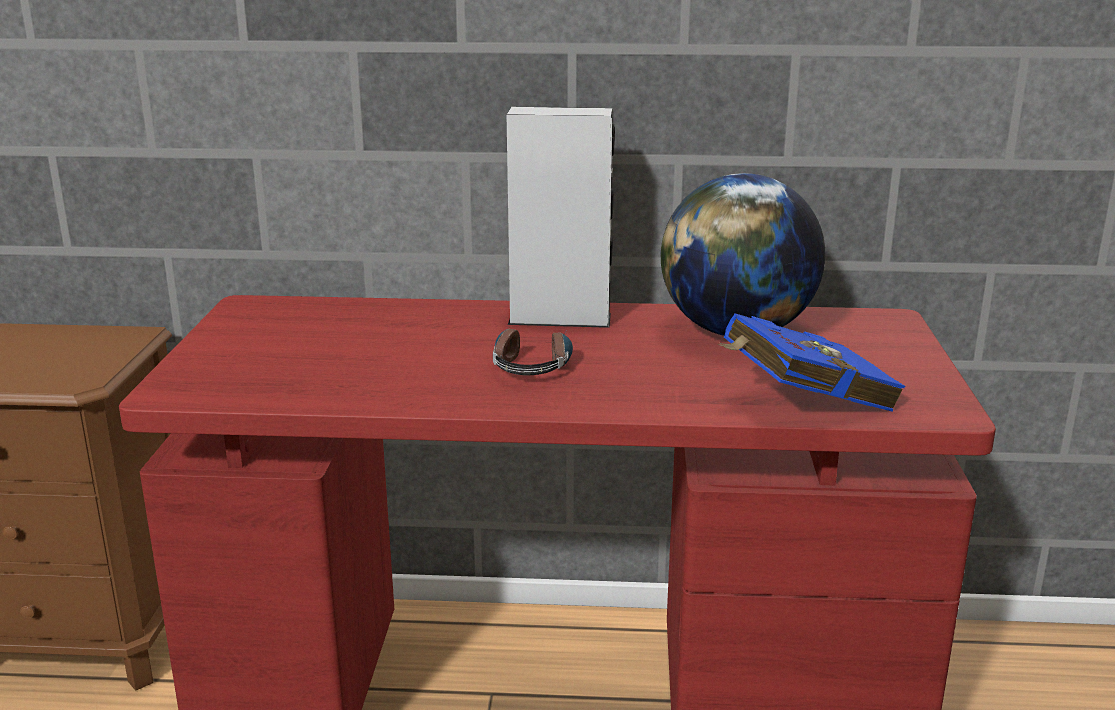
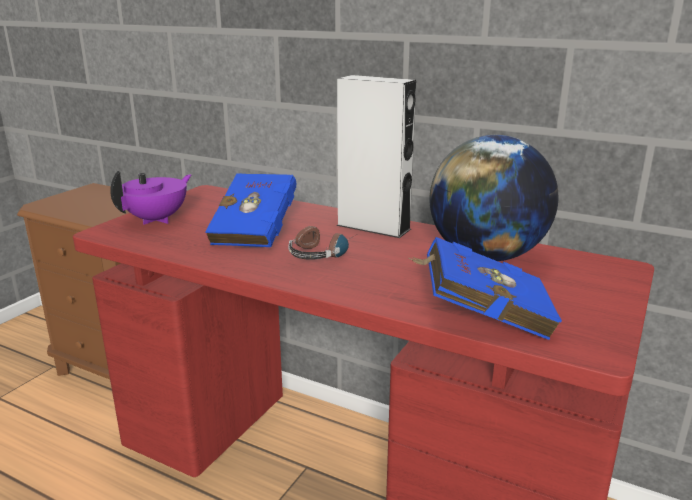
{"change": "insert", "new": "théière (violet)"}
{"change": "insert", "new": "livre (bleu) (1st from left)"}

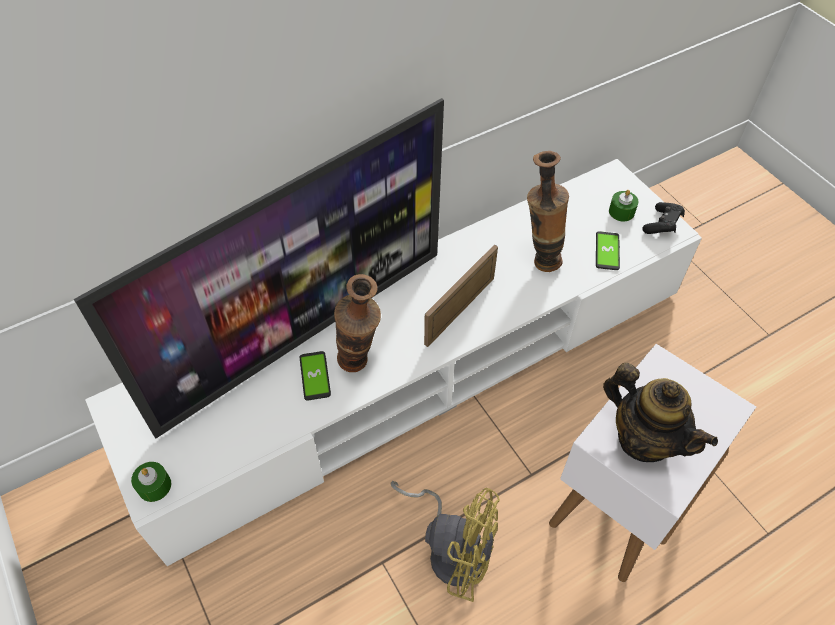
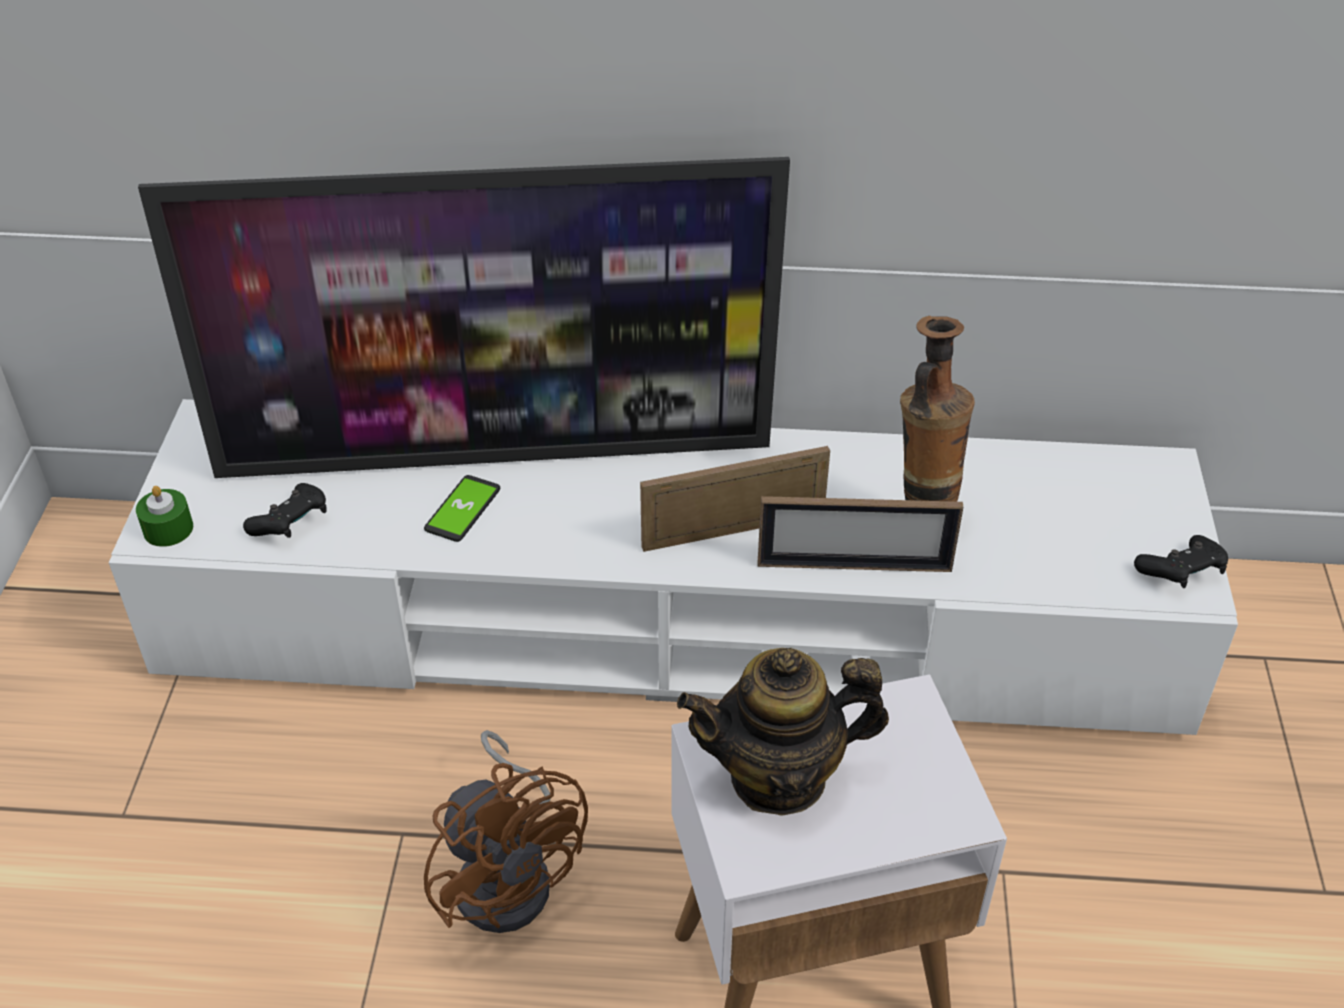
{"change": "delete", "old": "vase (1st from left)"}
{"change": "delete", "old": "téléphone (2nd from left)"}
{"change": "delete", "old": "bougie (vert) (2nd from left)"}
{"change": "insert", "new": "manette (noir) (1st from left)"}
{"change": "insert", "new": "cadre photo (2nd from left)"}
{"change": "recolor", "old": "ventilateur (jaune)", "new": "ventilateur (marron)"}
{"change": "rotate", "old": "théière", "degrees": 90}

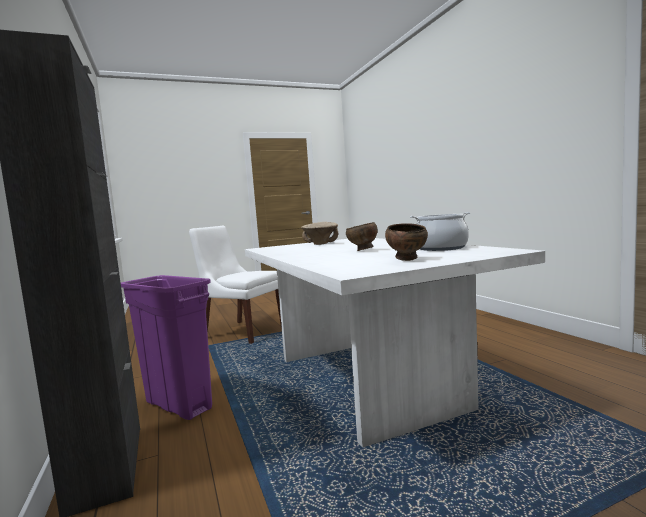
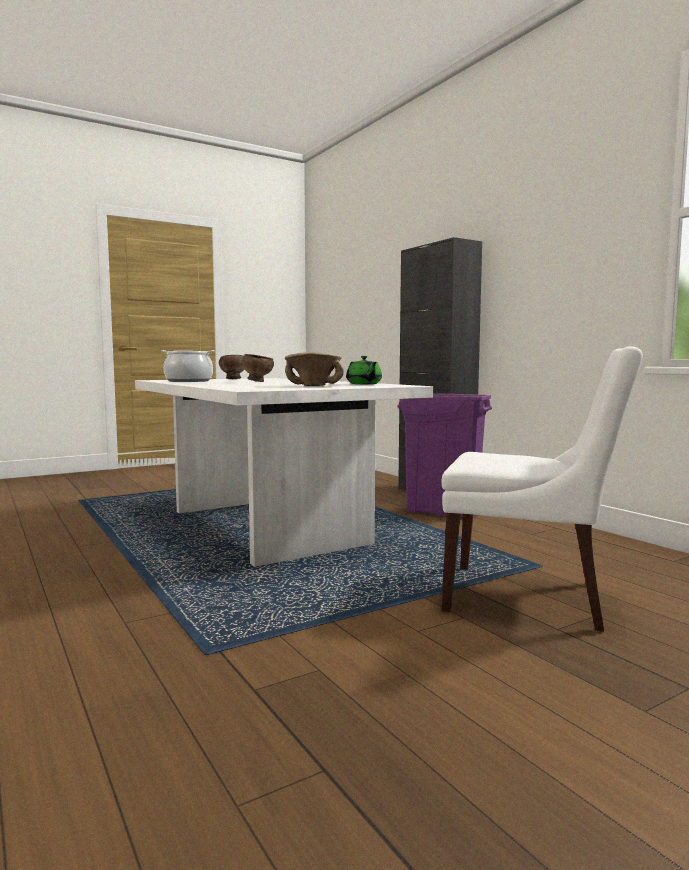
{"change": "insert", "new": "théière (vert)"}

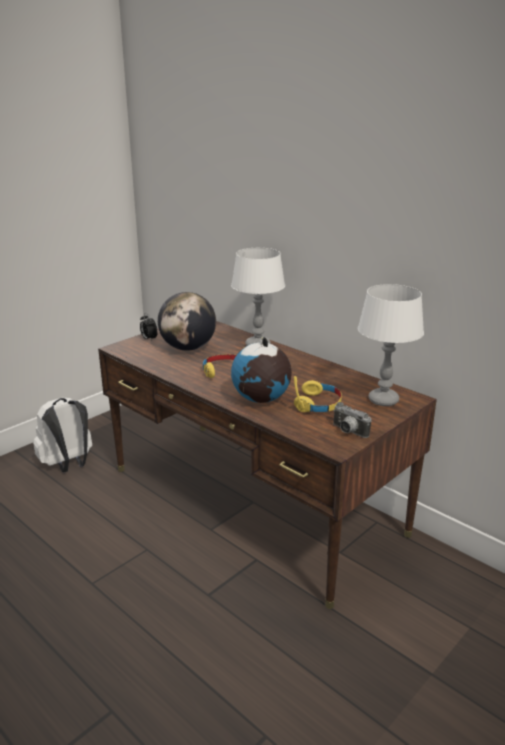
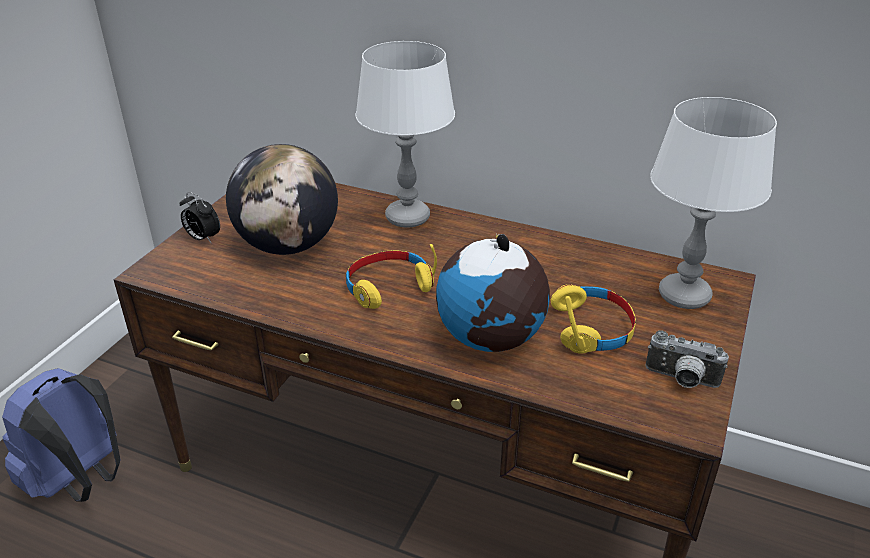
{"change": "recolor", "old": "sac à dos (blanc)", "new": "sac à dos (bleu)"}

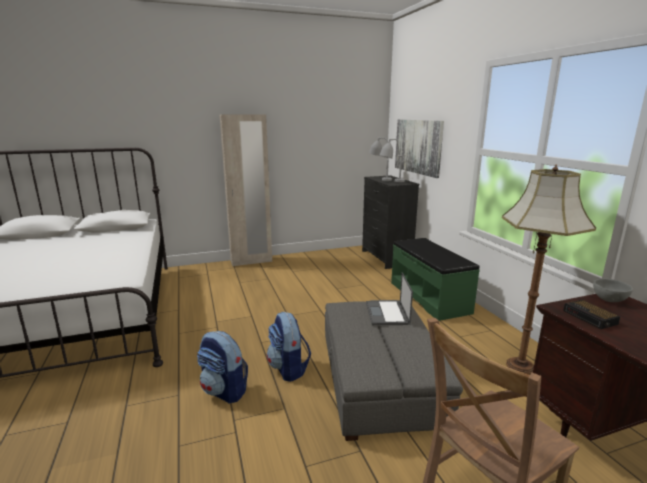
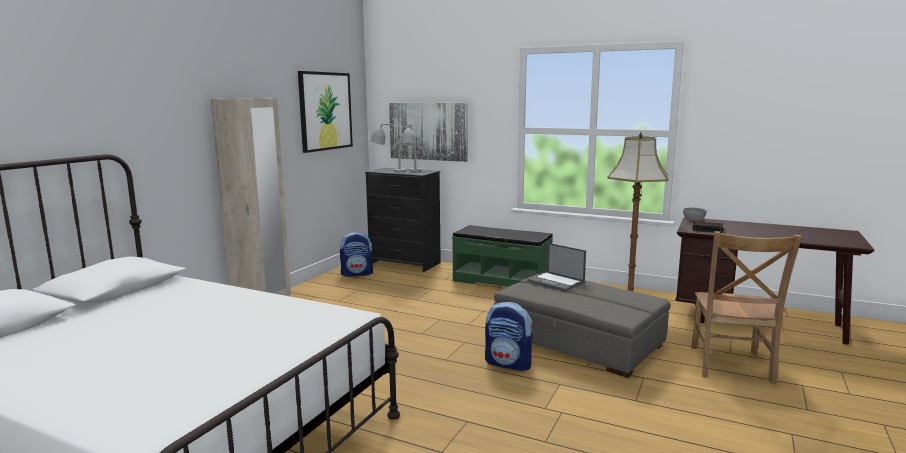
{"change": "insert", "new": "tableau (1st from left)"}
{"change": "move", "old": "sac à dos (1st from left)"}

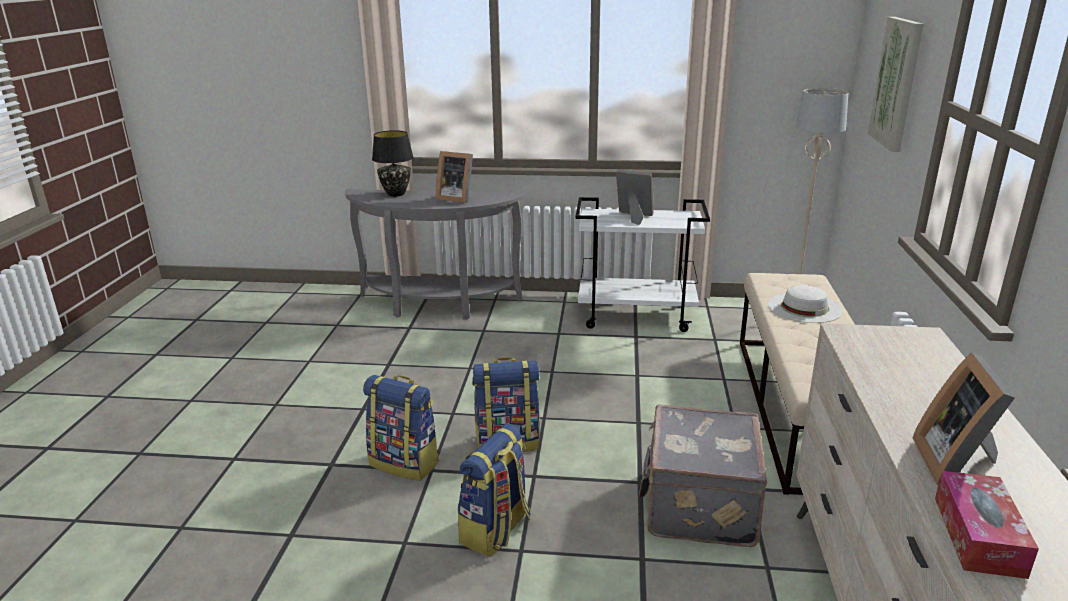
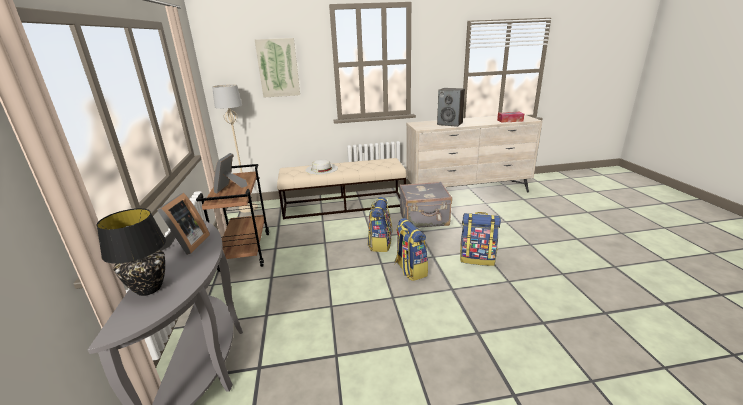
{"change": "delete", "old": "cadre photo (3rd from left)"}
{"change": "insert", "new": "enceinte"}
{"change": "move", "old": "sac à dos (1st from left)"}
{"change": "recolor", "old": "chariot (blanc)", "new": "chariot (marron)"}

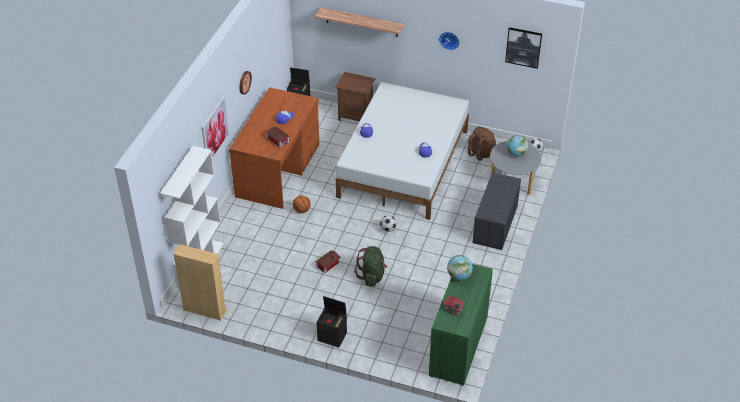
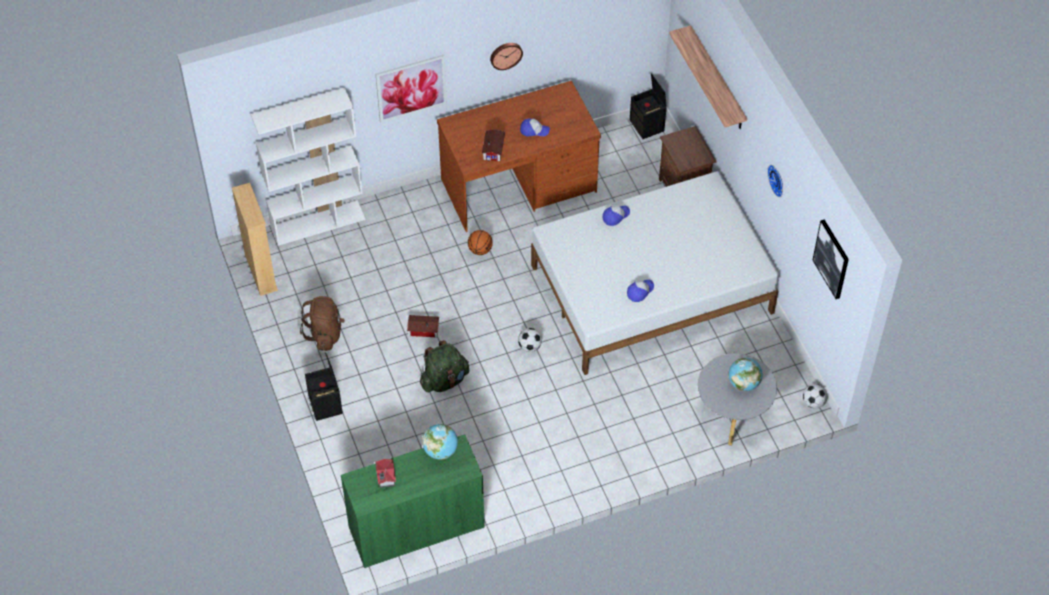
{"change": "delete", "old": "banc (gris)"}
{"change": "move", "old": "sac à dos (marron)"}

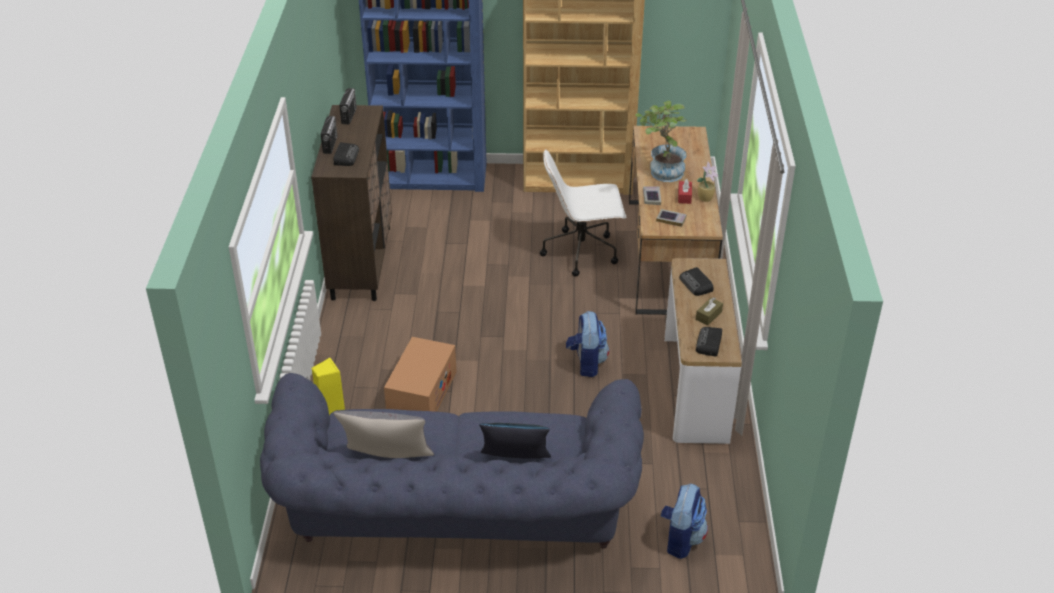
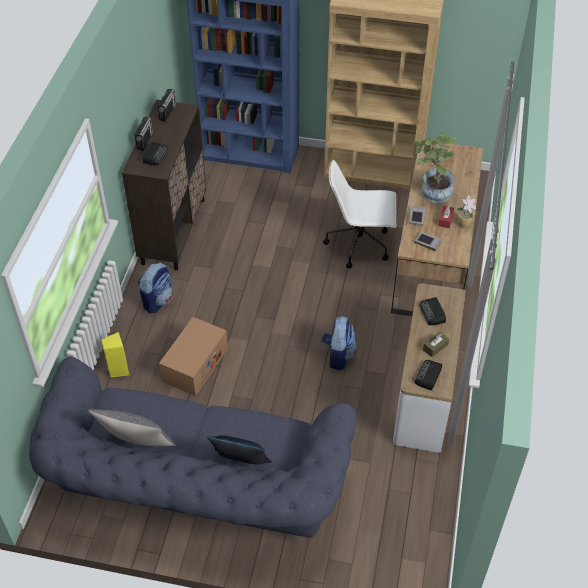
{"change": "move", "old": "sac à dos (2nd from left in the first image)", "new": "sac à dos (1st from left)"}

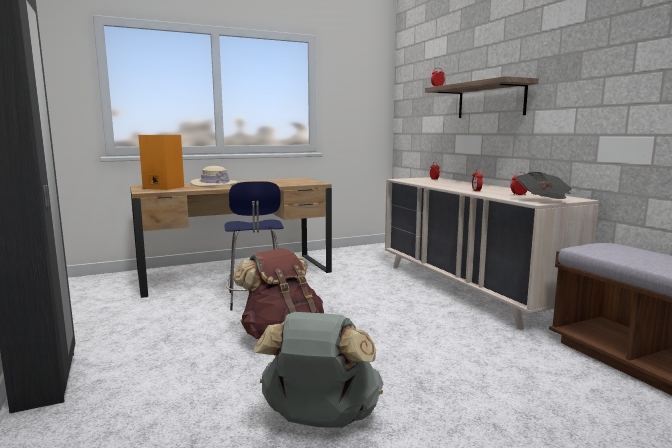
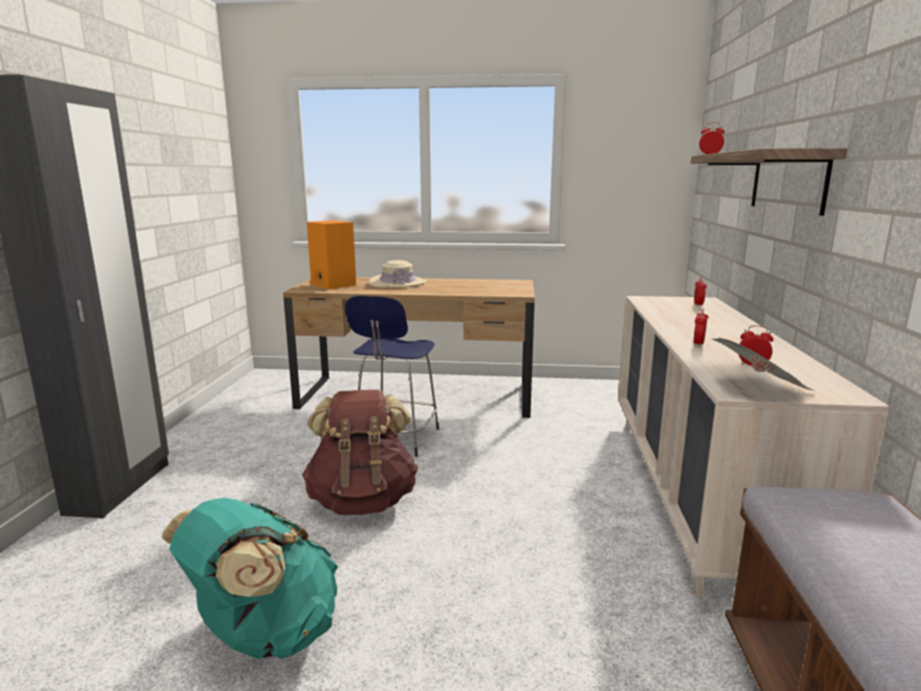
{"change": "recolor", "old": "sac à dos (gris)", "new": "sac à dos (turquoise)"}

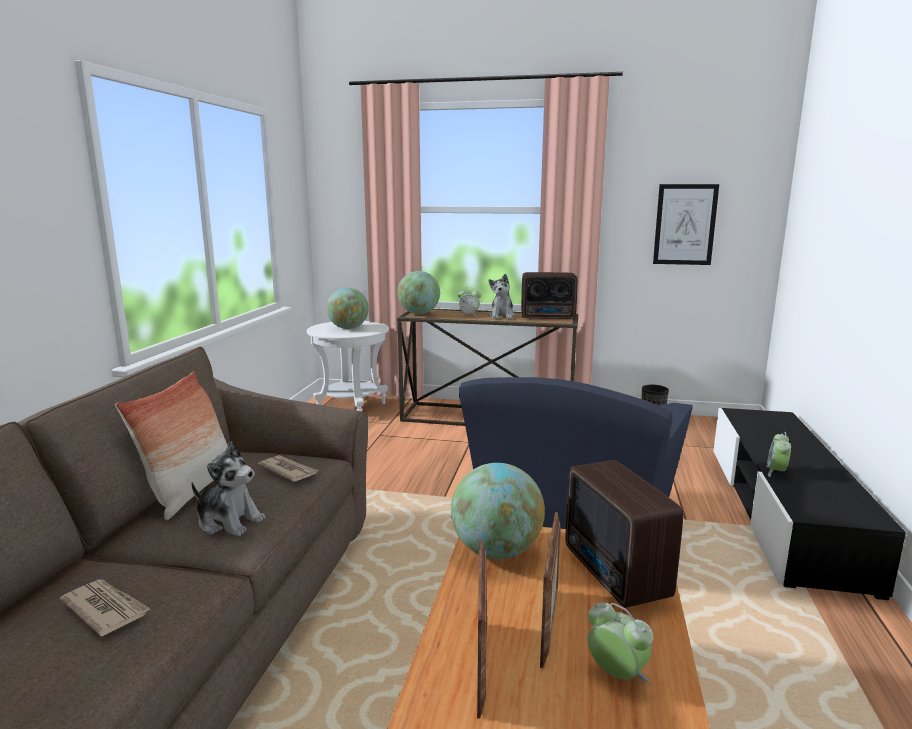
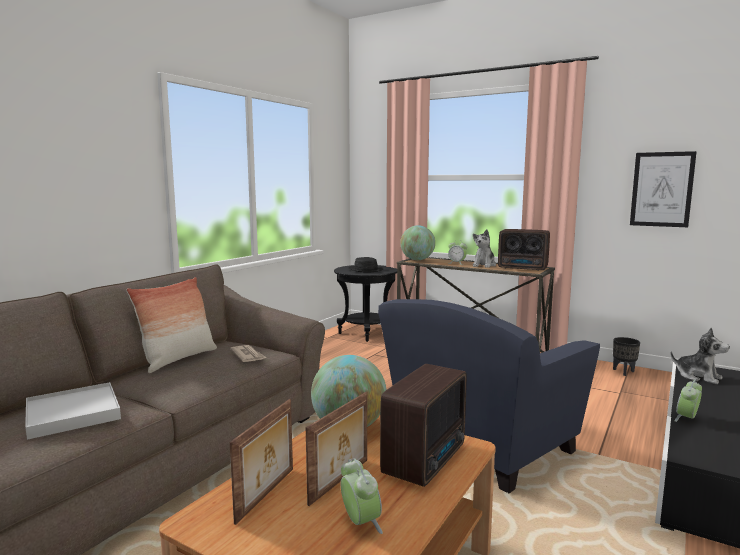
{"change": "move", "old": "peluche (1st from left in the first image)", "new": "peluche (2nd from left)"}
{"change": "replace", "old": "journal (1st from left)", "new": "plateau (blanc)"}
{"change": "replace", "old": "globe (1st from left)", "new": "chapeau (noir)"}
{"change": "recolor", "old": "table d'appoint (blanc)", "new": "table d'appoint (noir)"}
{"change": "rotate", "old": "radio (2nd from left in the first image)", "degrees": -150}

